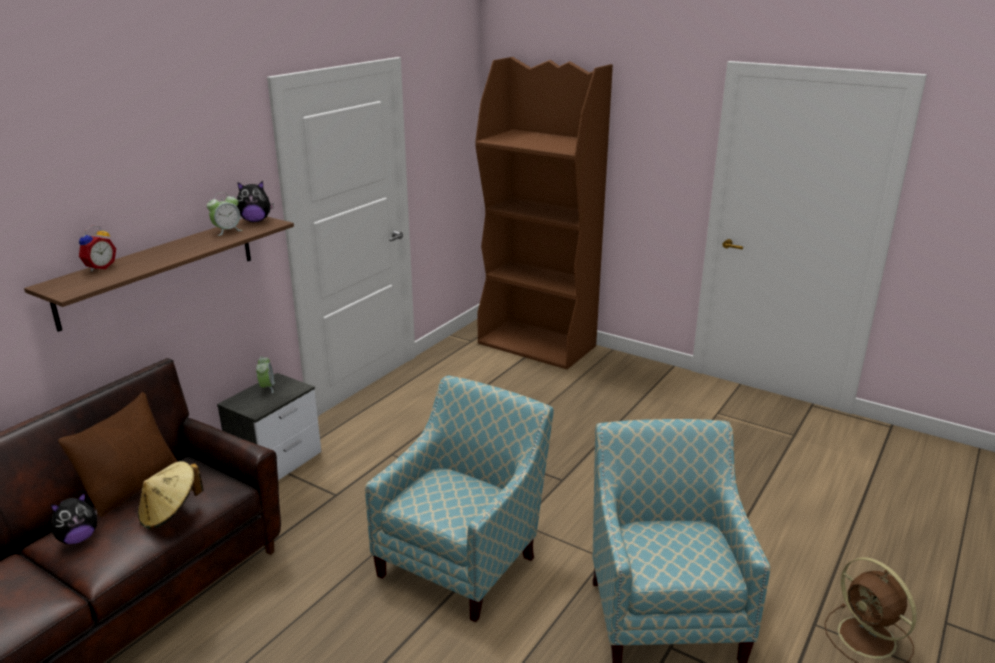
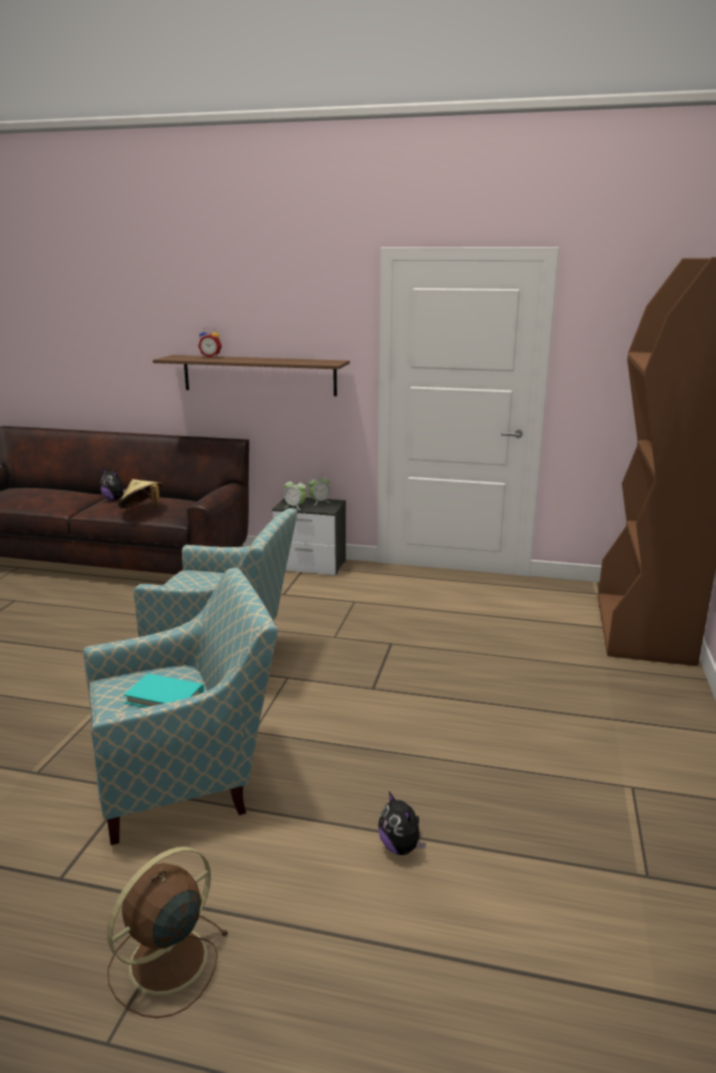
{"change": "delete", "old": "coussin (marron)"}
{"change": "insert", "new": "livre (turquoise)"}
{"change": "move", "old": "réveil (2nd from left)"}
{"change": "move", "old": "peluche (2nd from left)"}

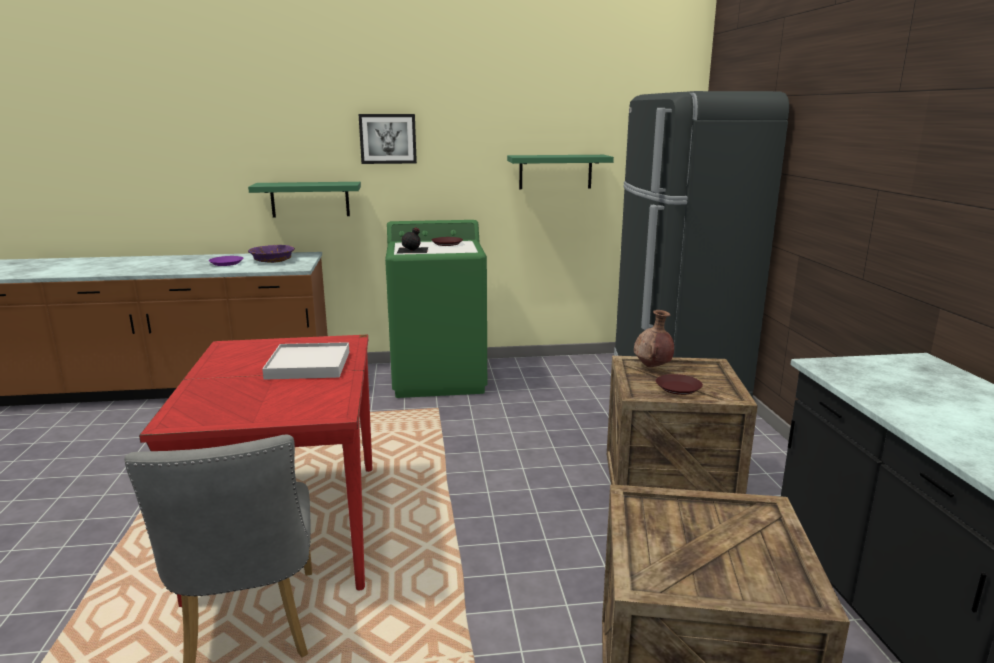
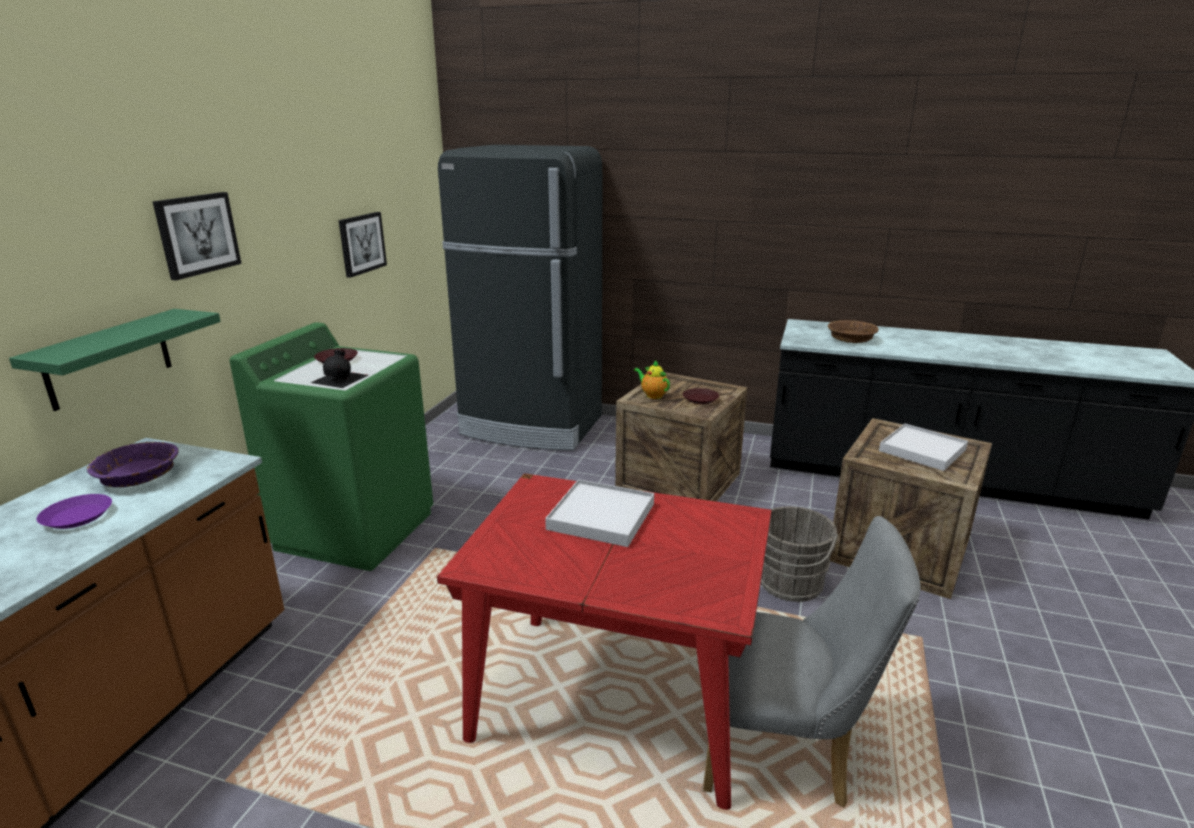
{"change": "insert", "new": "seau (gris)"}
{"change": "insert", "new": "bol (marron)"}
{"change": "insert", "new": "plateau (blanc) (2nd from left)"}
{"change": "replace", "old": "étagère (vert) (2nd from left)", "new": "tableau (2nd from left)"}
{"change": "replace", "old": "vase (marron)", "new": "théière"}

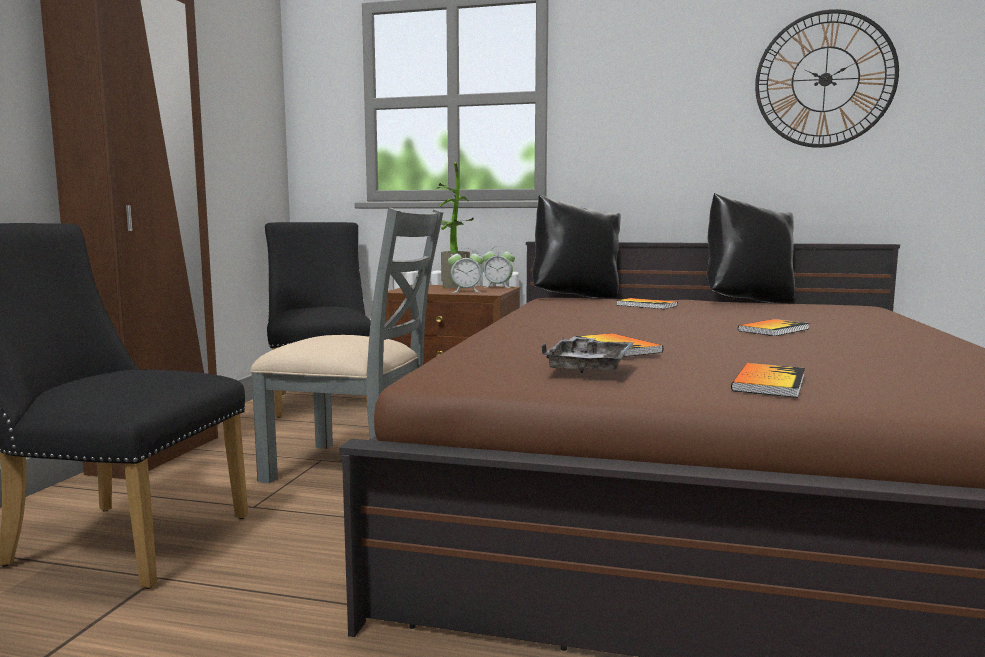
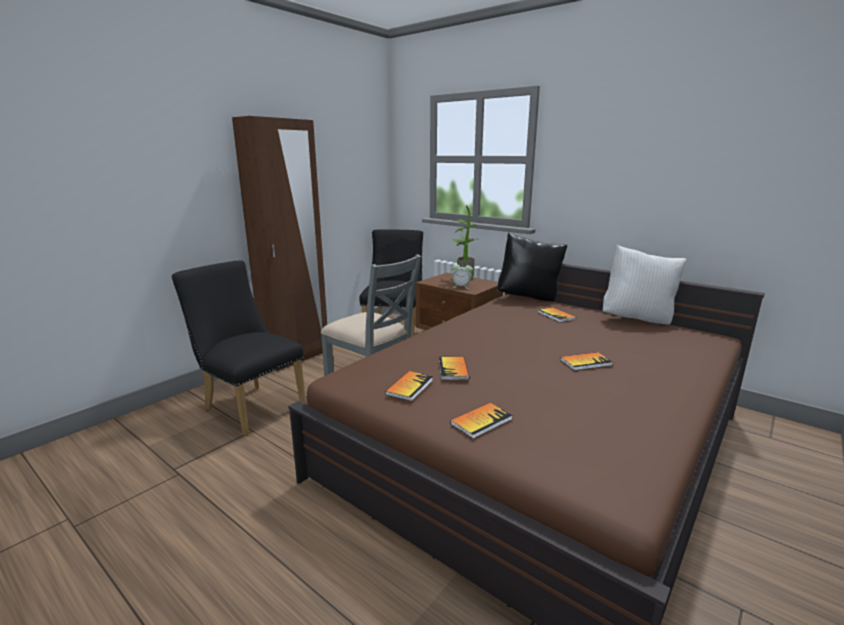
{"change": "delete", "old": "réveil (2nd from left)"}
{"change": "delete", "old": "horloge murale"}
{"change": "replace", "old": "plateau (gris)", "new": "livre (1st from left)"}
{"change": "recolor", "old": "coussin (noir) (2nd from left)", "new": "coussin (blanc)"}

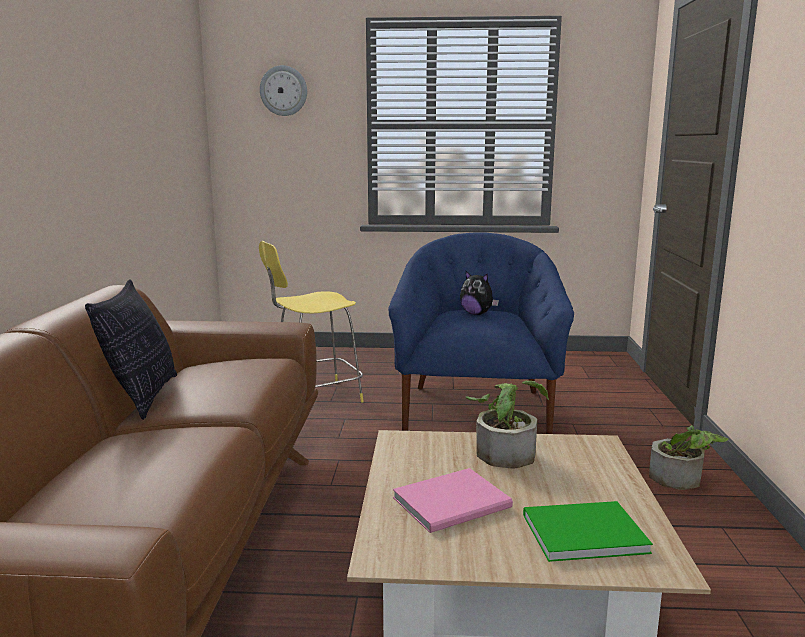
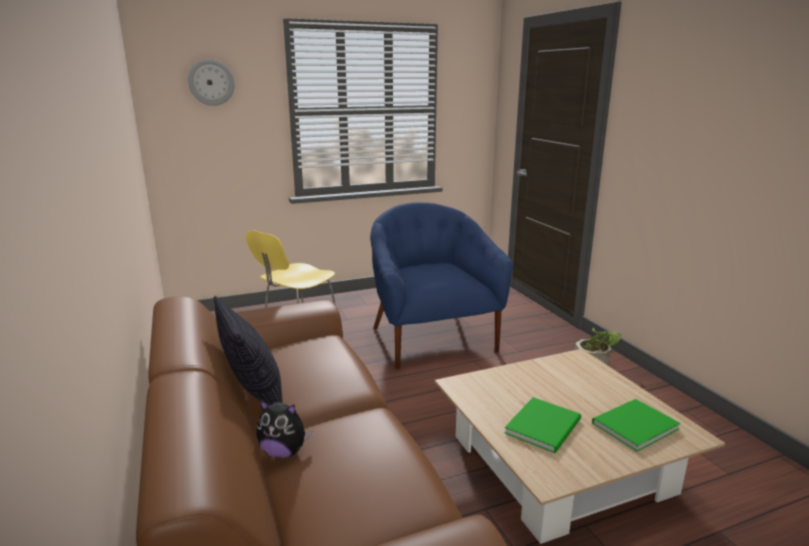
{"change": "delete", "old": "plante en pot (1st from left)"}
{"change": "move", "old": "peluche"}
{"change": "recolor", "old": "livre (rose)", "new": "livre (vert) (1st from left)"}

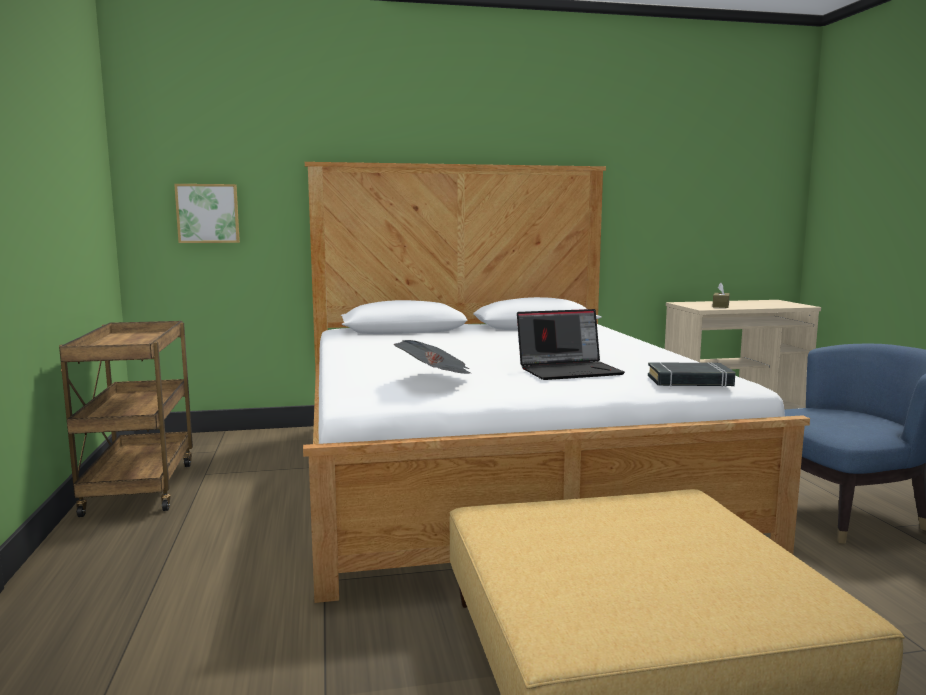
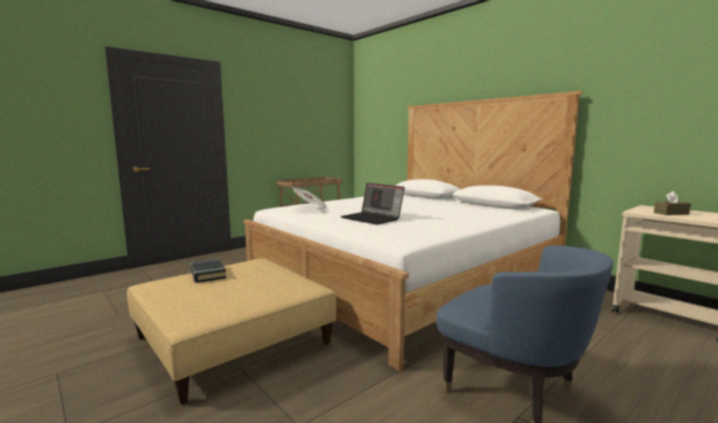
{"change": "delete", "old": "tableau"}
{"change": "move", "old": "livre (noir)"}

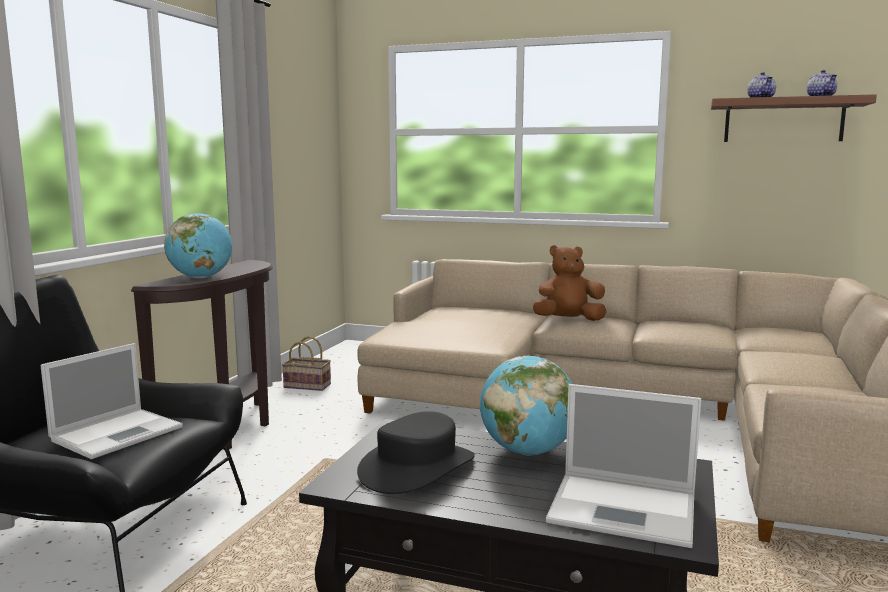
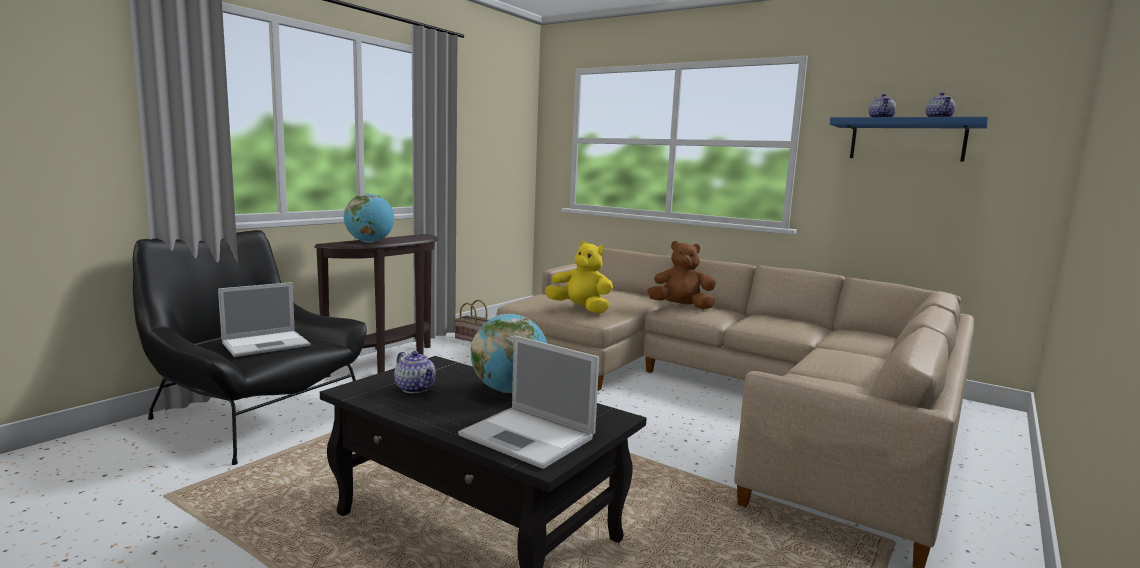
{"change": "insert", "new": "peluche (jaune)"}
{"change": "replace", "old": "chapeau (noir)", "new": "théière (1st from left)"}
{"change": "recolor", "old": "étagère (marron)", "new": "étagère (bleu)"}

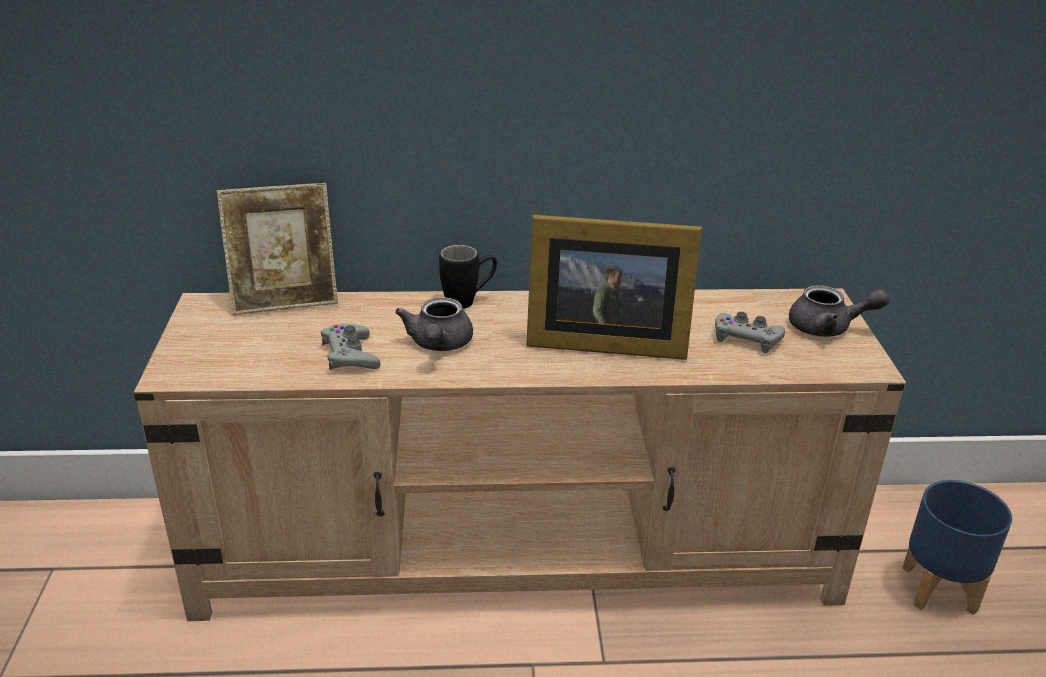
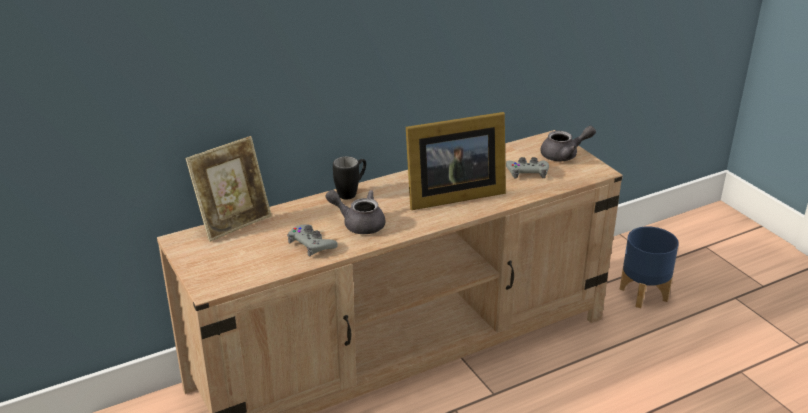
{"change": "rotate", "old": "théière (gris) (1st from left)", "degrees": 135}

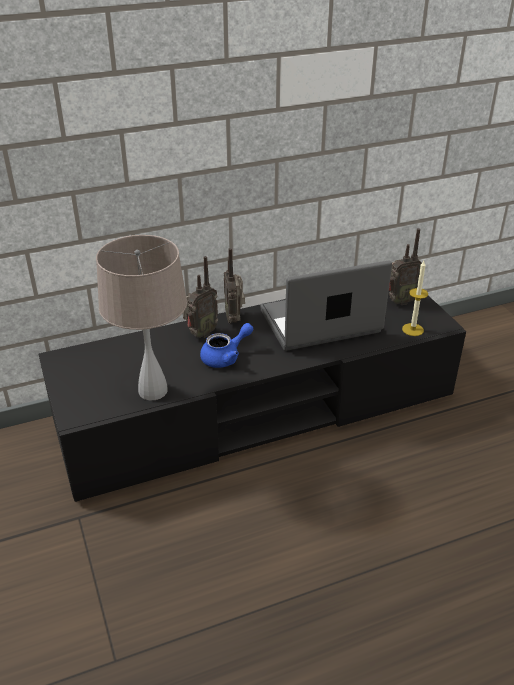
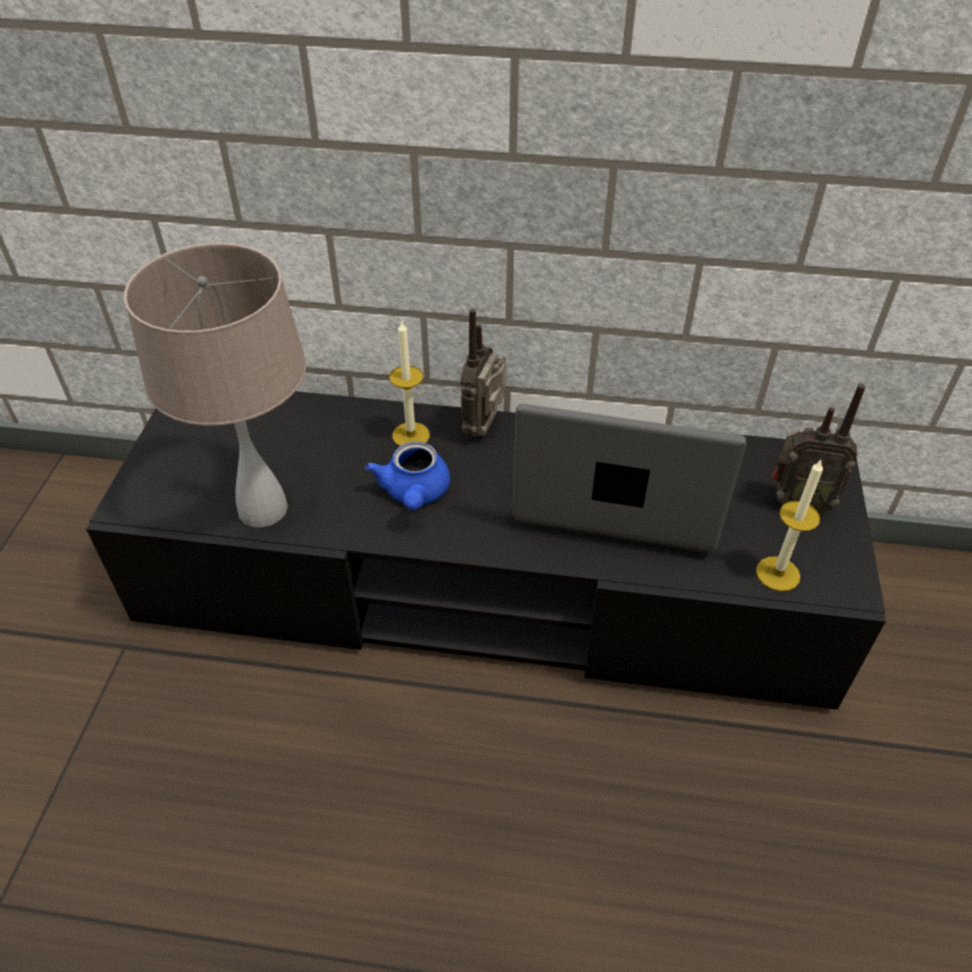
{"change": "replace", "old": "radio (1st from left)", "new": "bougie (1st from left)"}
{"change": "rotate", "old": "théière (bleu)", "degrees": 90}

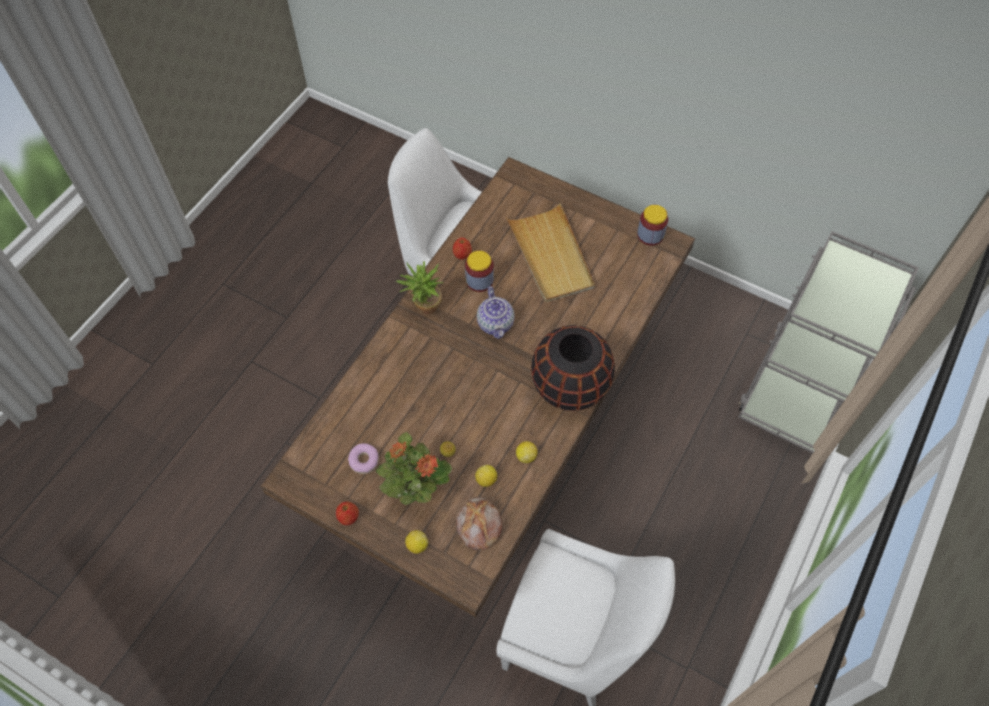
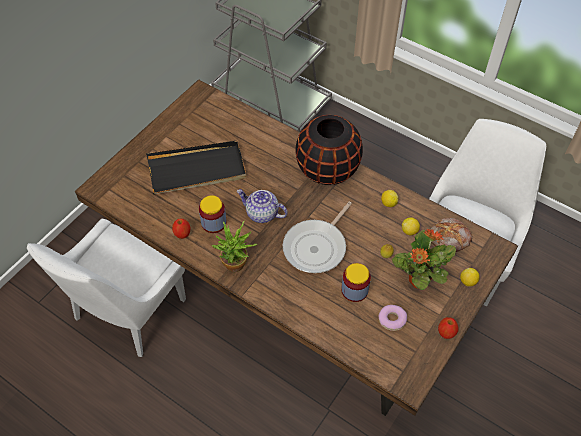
{"change": "insert", "new": "poêle"}
{"change": "move", "old": "bocal (2nd from left)"}
{"change": "recolor", "old": "plateau (beige)", "new": "plateau (noir)"}
{"change": "rotate", "old": "théière", "degrees": -150}

